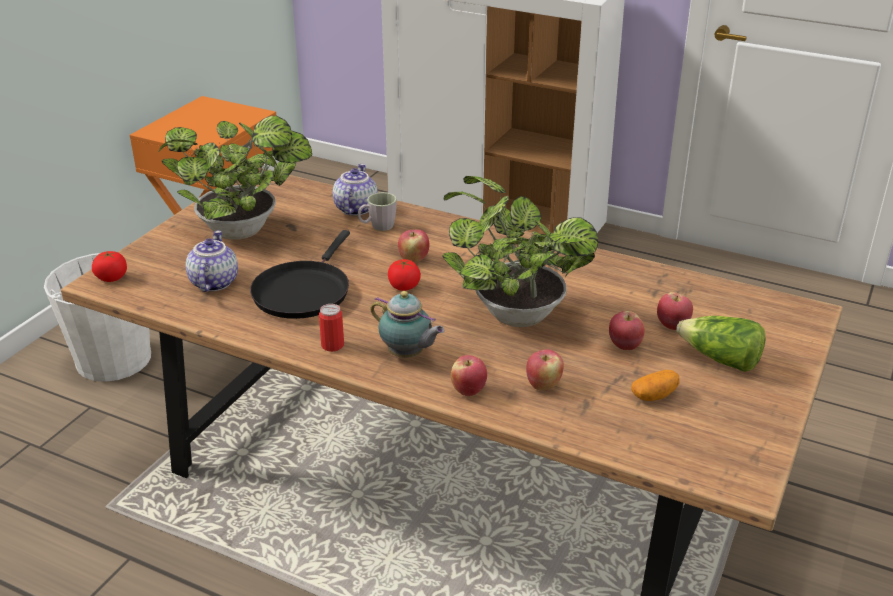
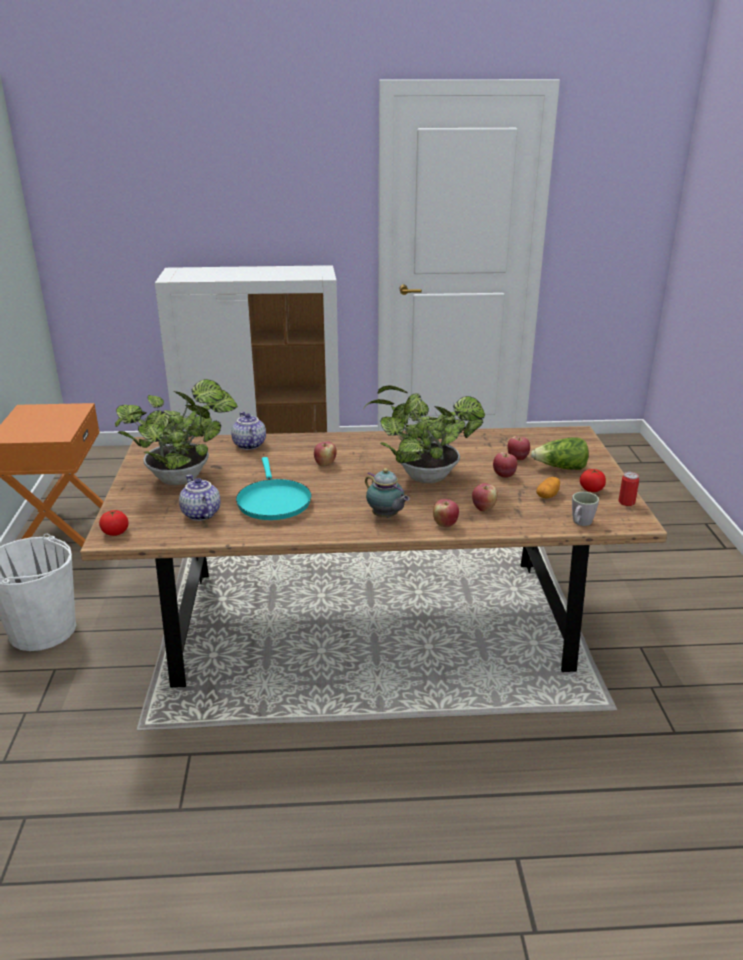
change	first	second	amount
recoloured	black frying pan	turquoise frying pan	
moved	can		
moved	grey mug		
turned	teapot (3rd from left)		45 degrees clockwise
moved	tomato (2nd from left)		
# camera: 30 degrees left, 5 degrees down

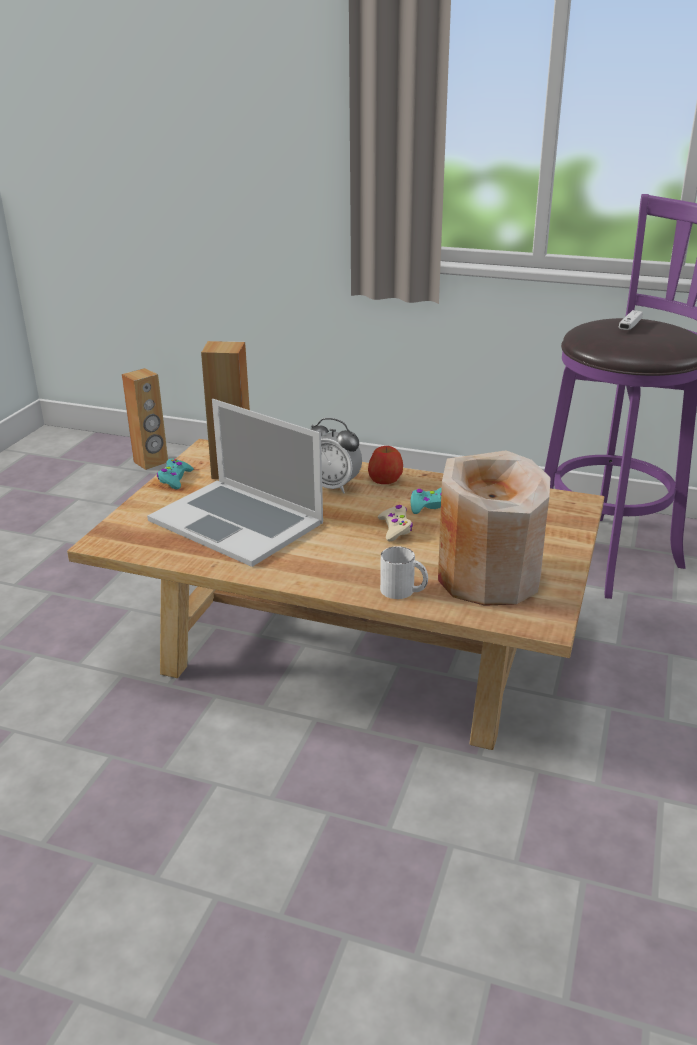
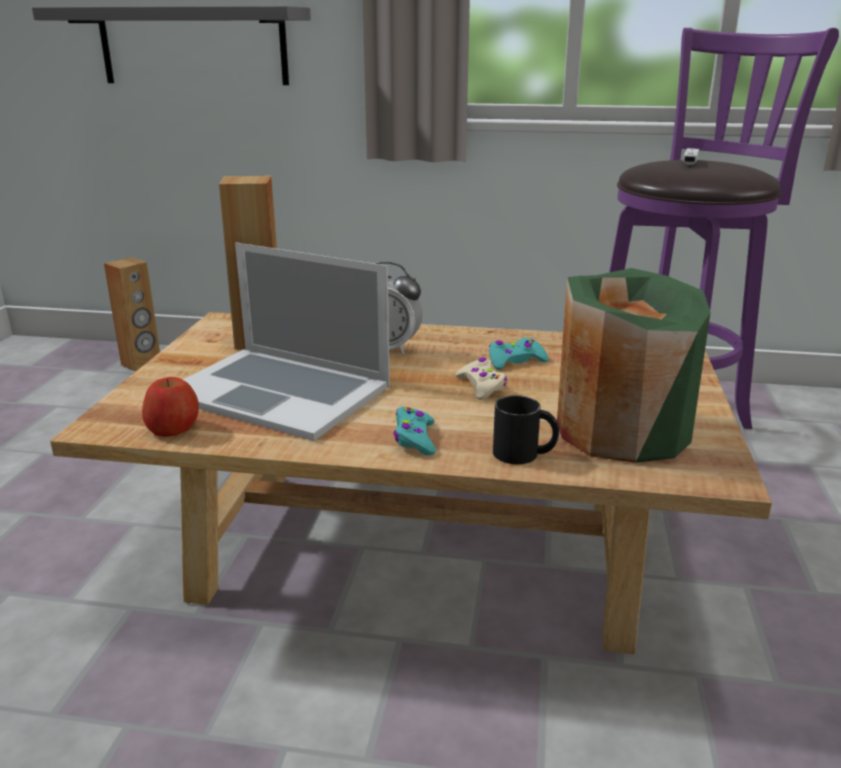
change	first	second	amount
moved	turquoise game controller (1st from left)		
moved	apple		
recoloured	white mug	black mug	
recoloured	beige vase	green vase	
added		grey shelf	
# camera: 10 degrees left, 5 degrees down

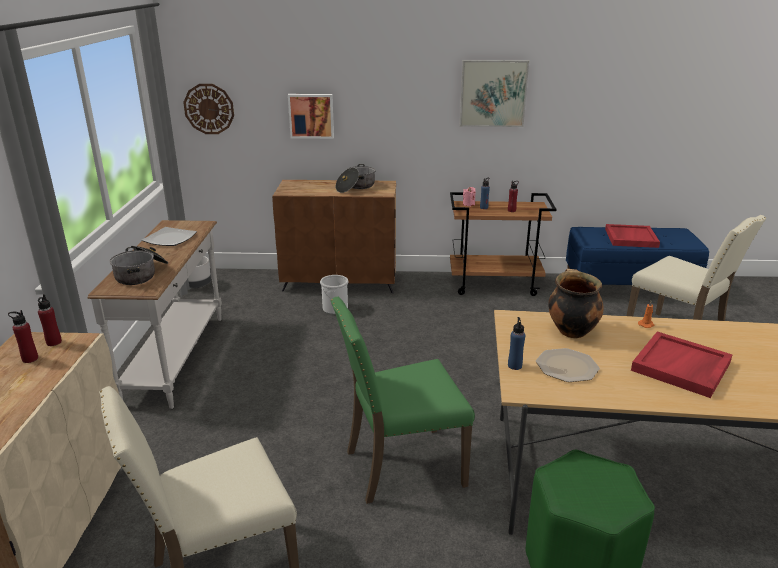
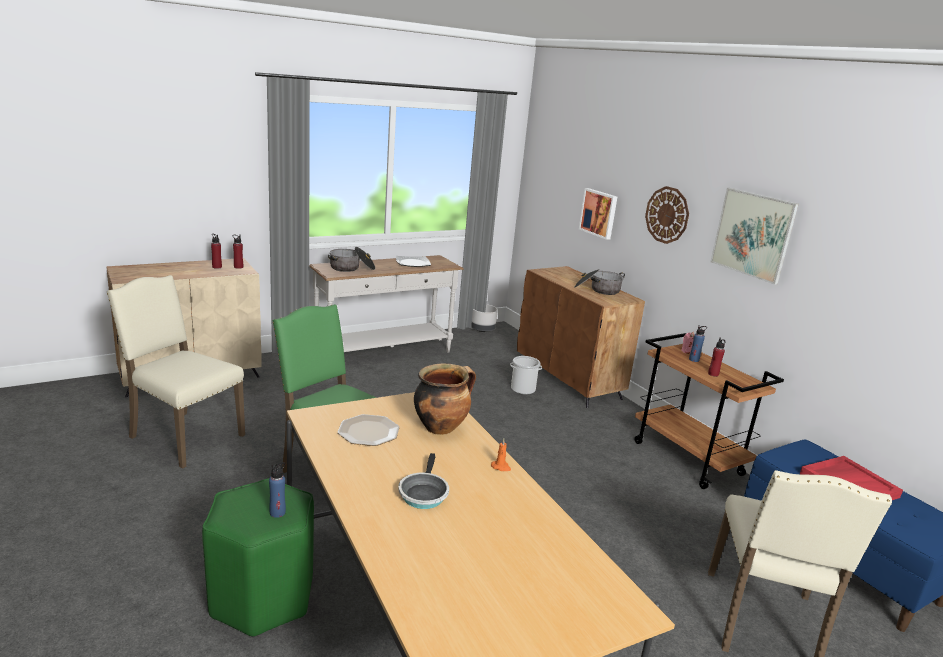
change	first	second	amount
moved	wall clock		
moved	blue bottle (2nd from left in the first image)	blue bottle (1st from left)	
replaced	red tray (2nd from left)	frying pan	
# camera: 55 degrees right, 5 degrees down

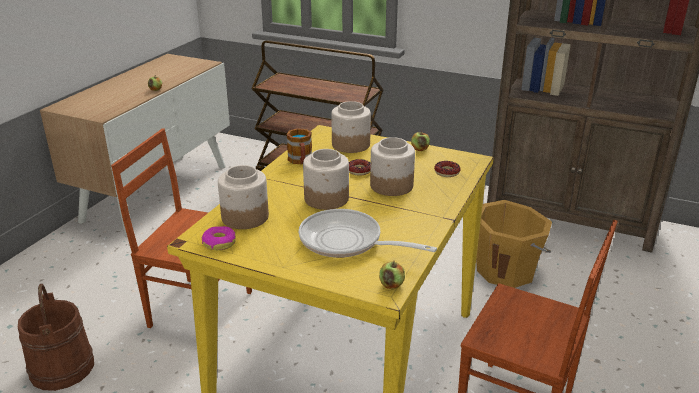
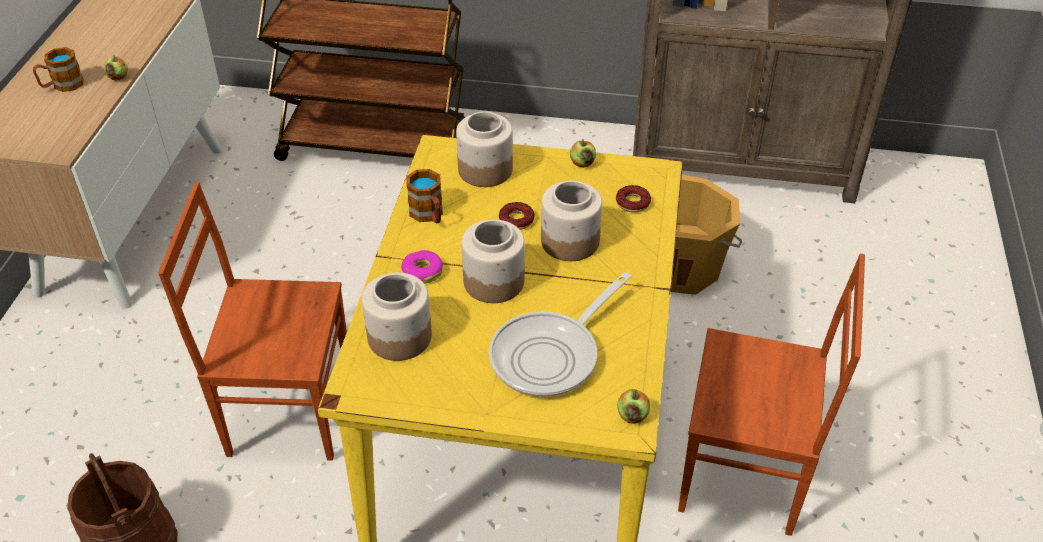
change	first	second	amount
moved	donut (1st from left)		
turned	frying pan		60 degrees counterclockwise
added		mug (1st from left)	
# camera: 15 degrees left, 15 degrees up

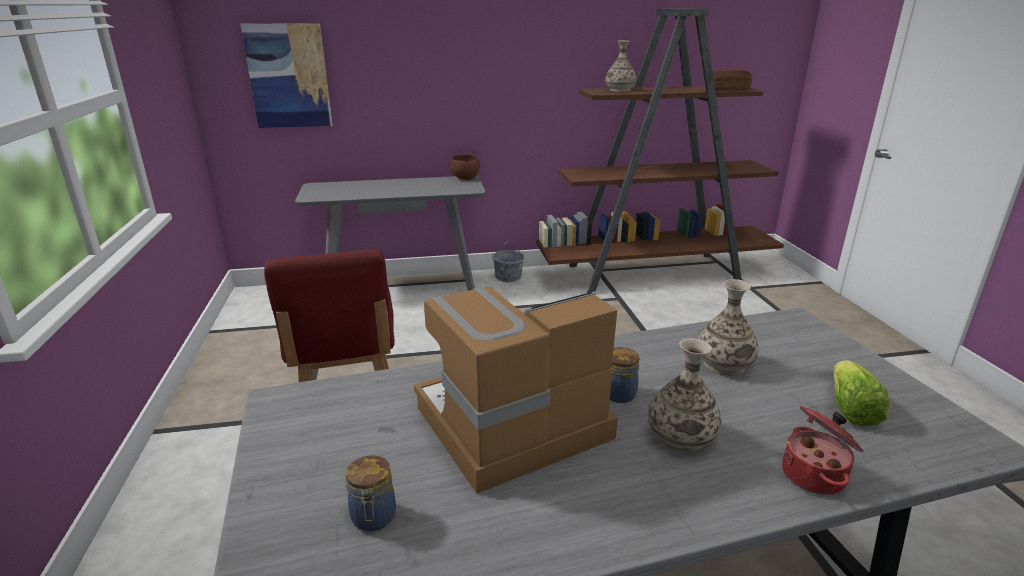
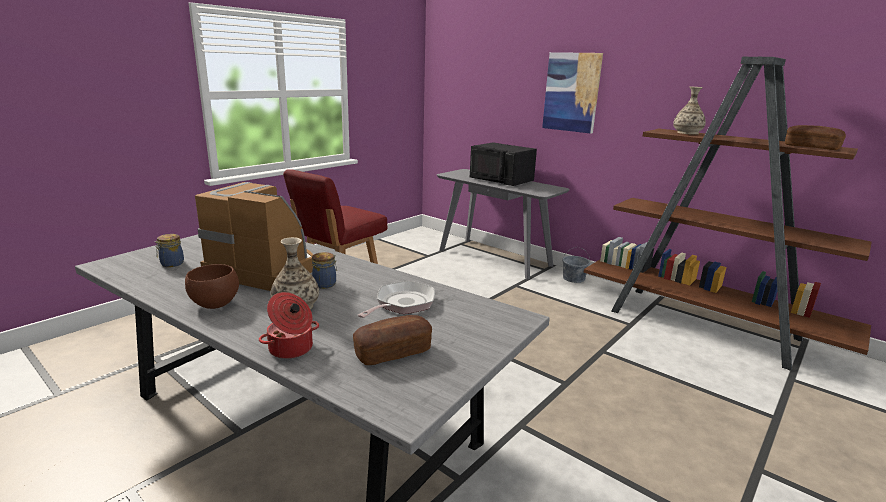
change	first	second	amount
moved	picture		
moved	brown bowl		
replaced	vase (3rd from left)	frying pan	
replaced	lettuce	bread (1st from left)	
added		black microwave	
# camera: 50 degrees right, 5 degrees down

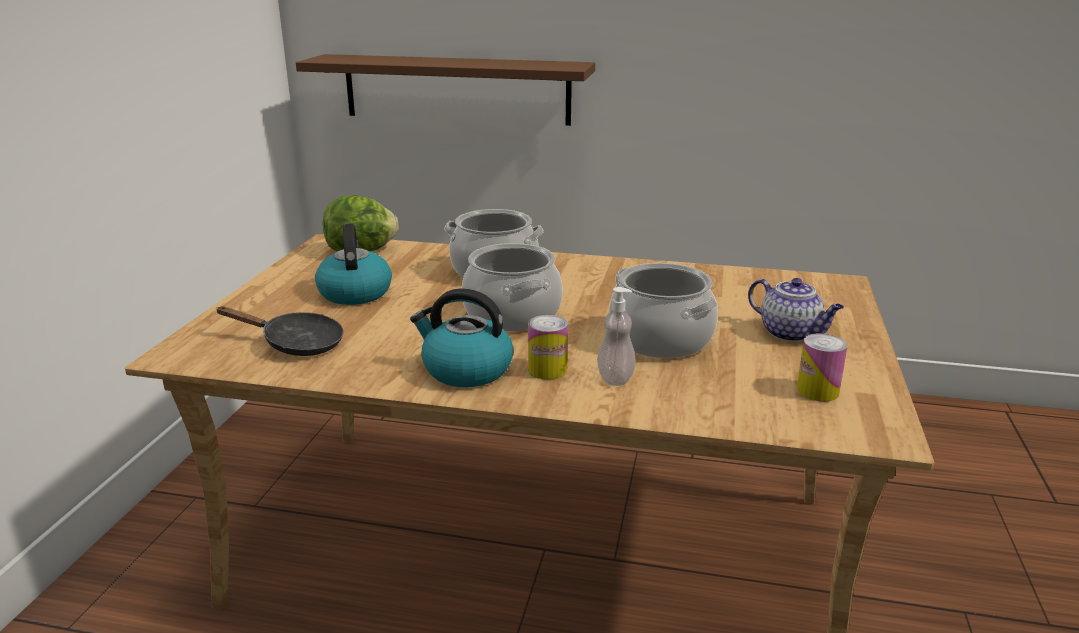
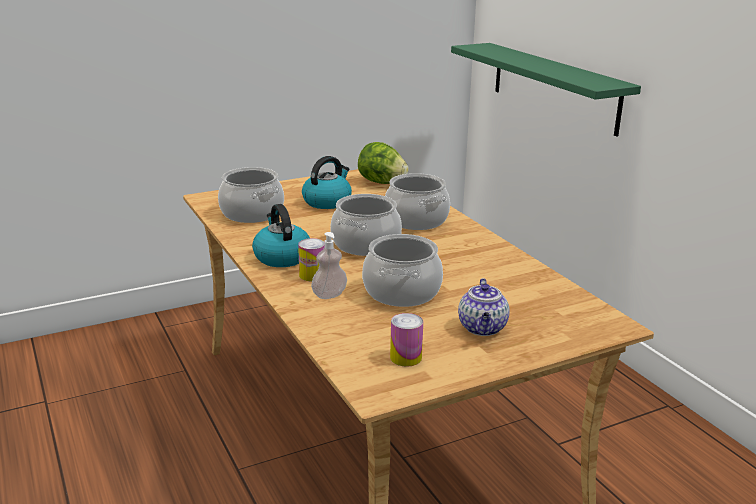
change	first	second	amount
replaced	black frying pan	cooking pot (1st from left)	
recoloured	brown shelf	green shelf	
# camera: 50 degrees right, 0 degrees up

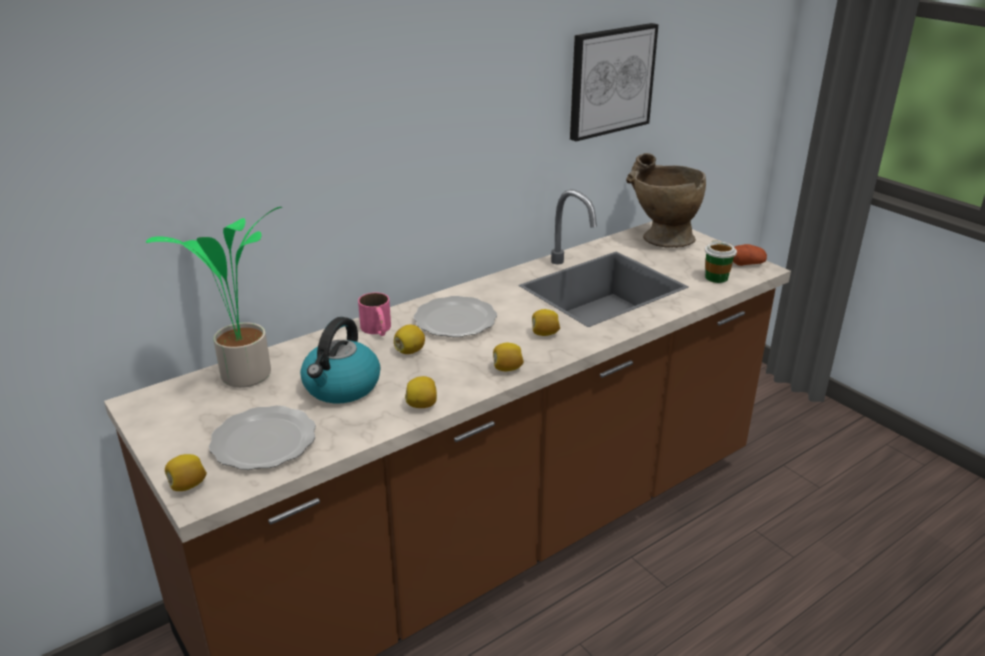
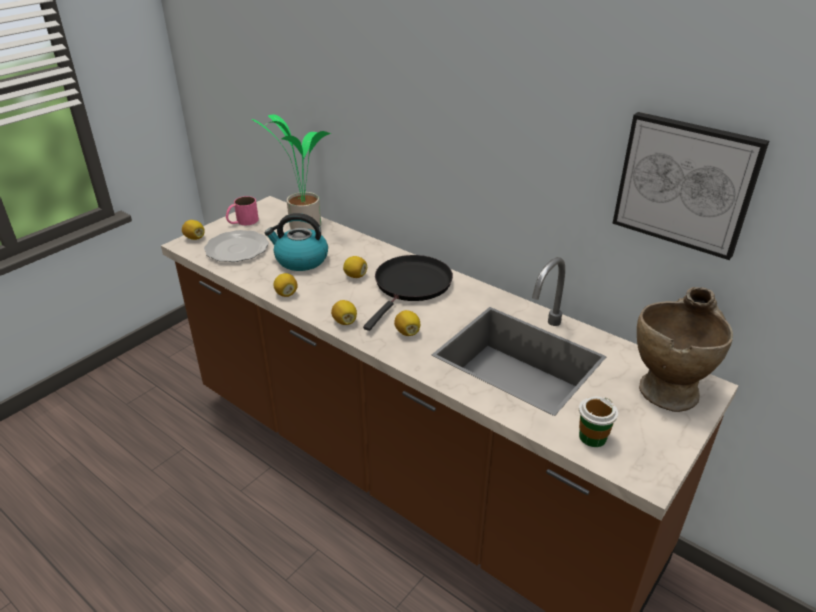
change	first	second	amount
moved	pink mug		
replaced	plate (2nd from left)	black frying pan	
removed	potato		
# camera: 75 degrees right, 5 degrees up

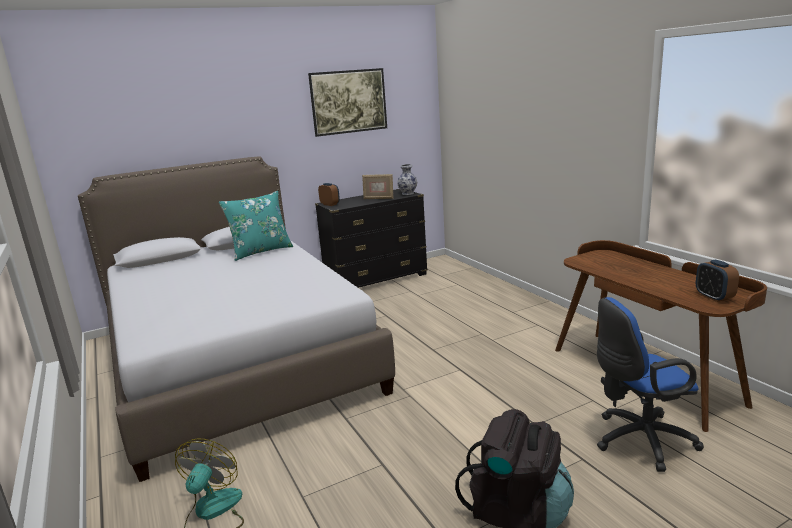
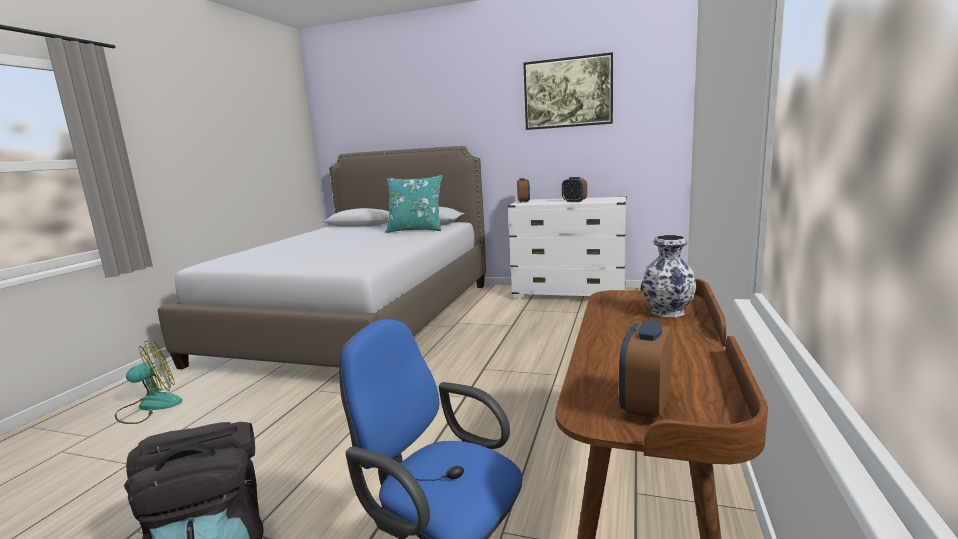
change	first	second	amount
recoloured	black dresser	white dresser	
replaced	picture frame	alarm clock (2nd from left)	
moved	vase		
# camera: 45 degrees right, 5 degrees down

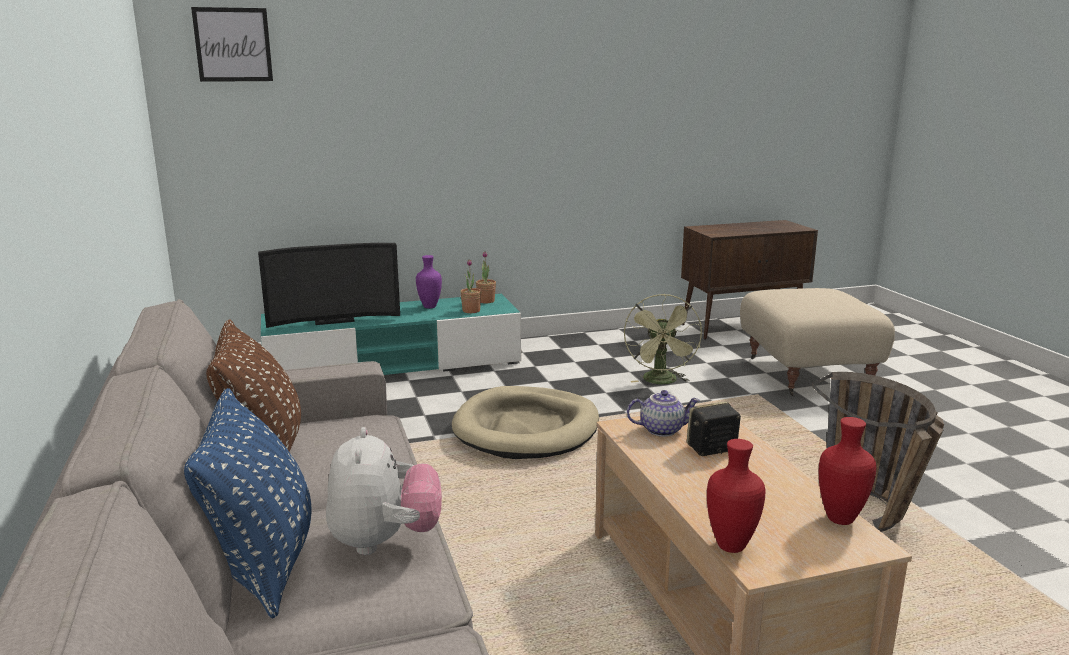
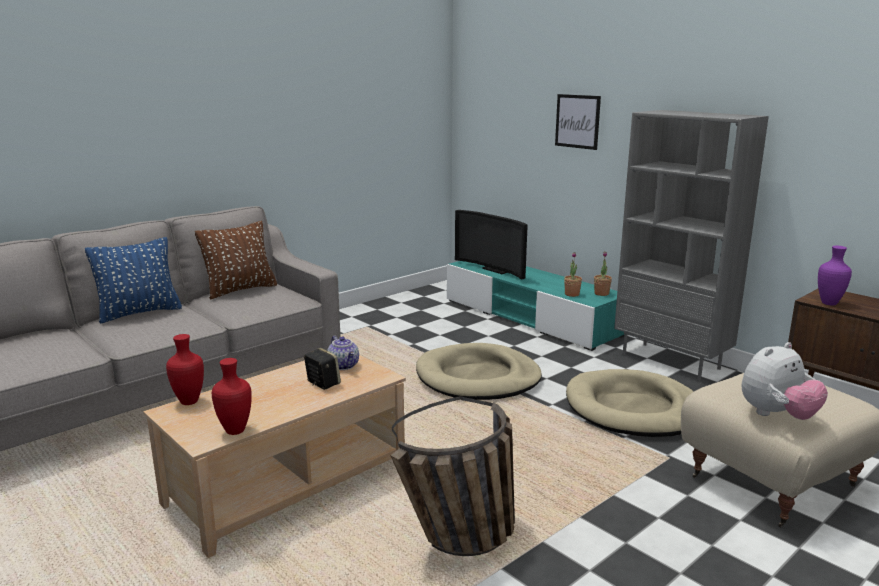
change	first	second	amount
moved	picture		
moved	plush toy		
moved	purple vase		
replaced	green fan	beige dog bed (2nd from left)	
added		grey bookcase	
# camera: 65 degrees right, 0 degrees up

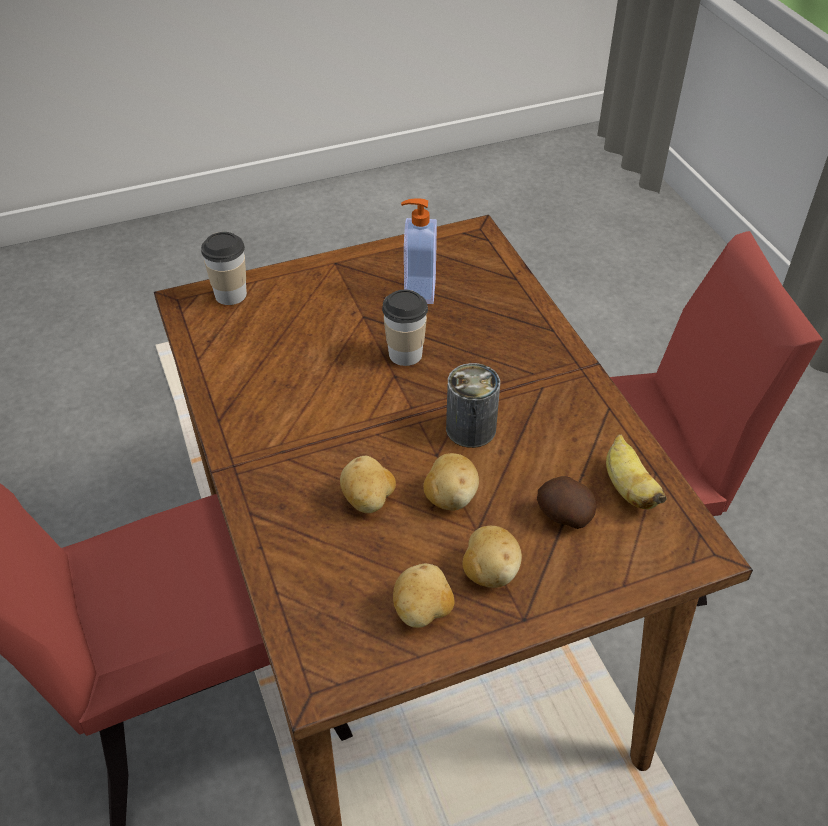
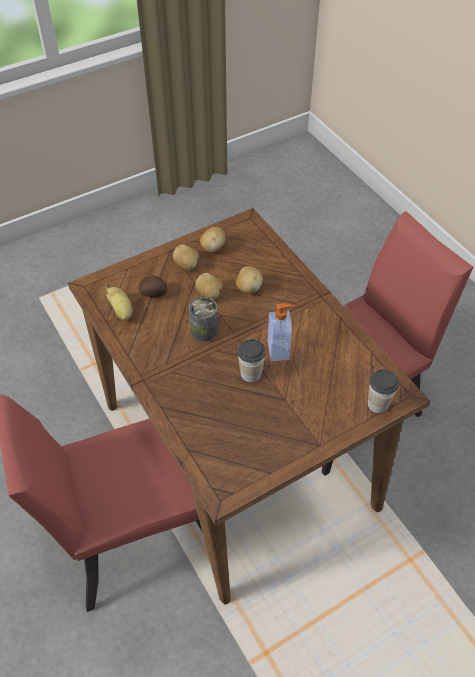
change	first	second	amount
moved	soap dispenser		
# camera: 170 degrees right, 5 degrees up

